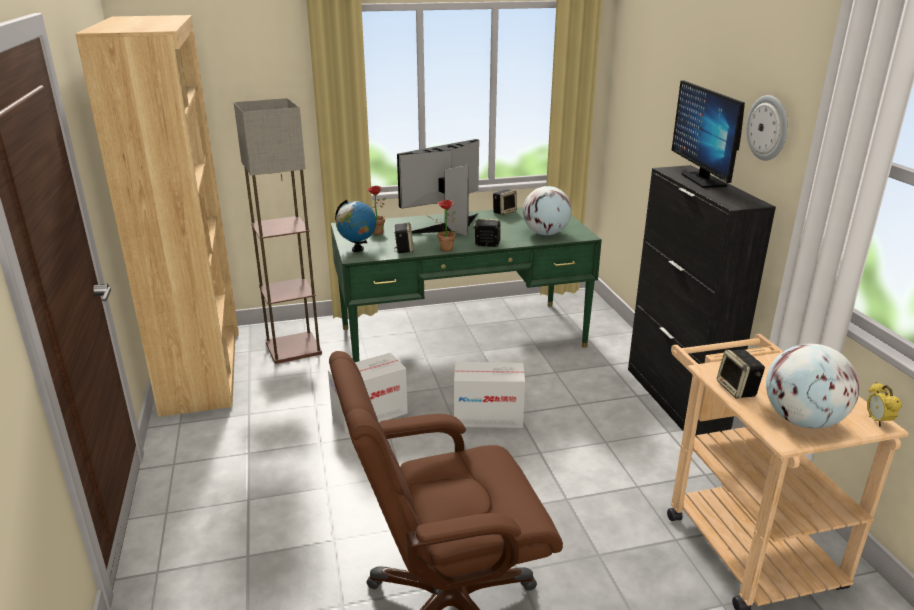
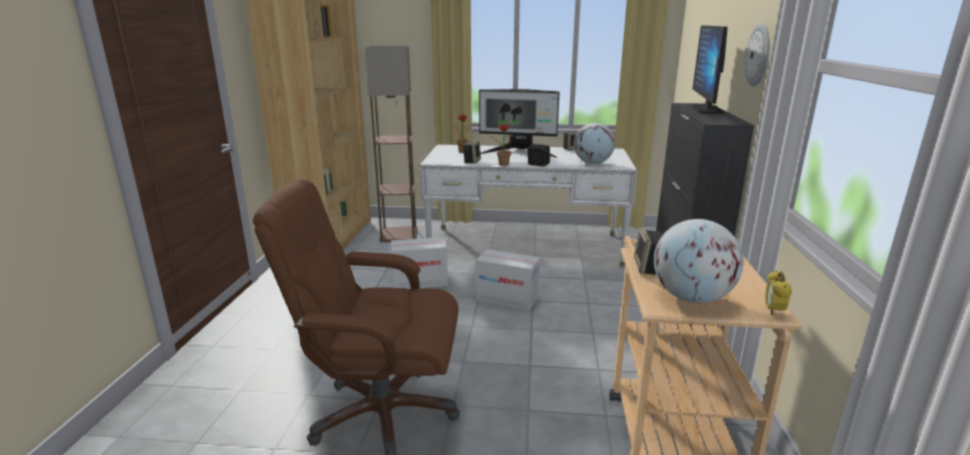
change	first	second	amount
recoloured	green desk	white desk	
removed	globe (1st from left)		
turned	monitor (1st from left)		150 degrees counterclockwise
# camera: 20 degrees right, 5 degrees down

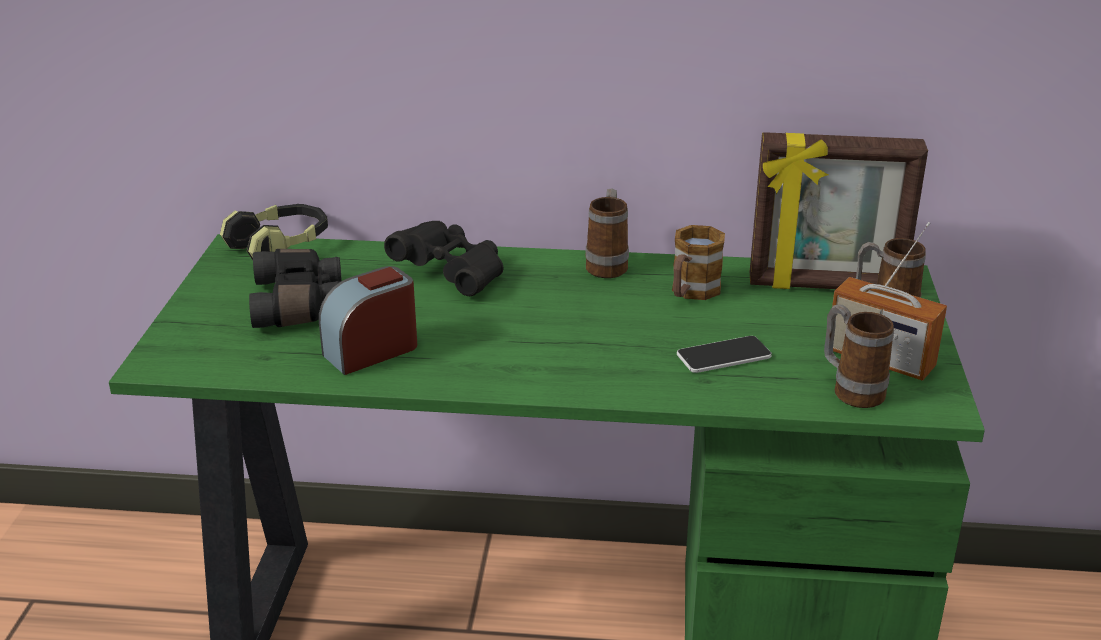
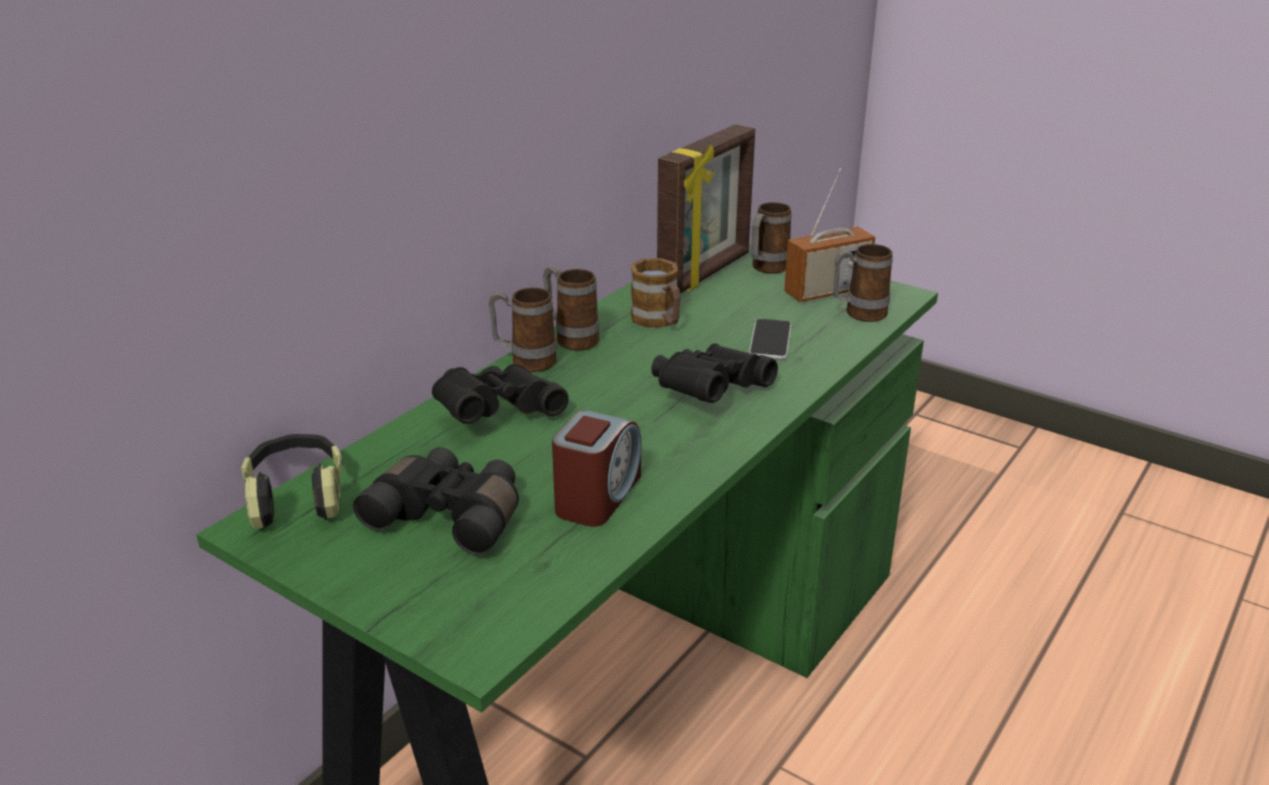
change	first	second	amount
turned	alarm clock		150 degrees counterclockwise
added		mug (1st from left)	
added		black binoculars (3rd from left)	
# camera: 60 degrees left, 0 degrees up

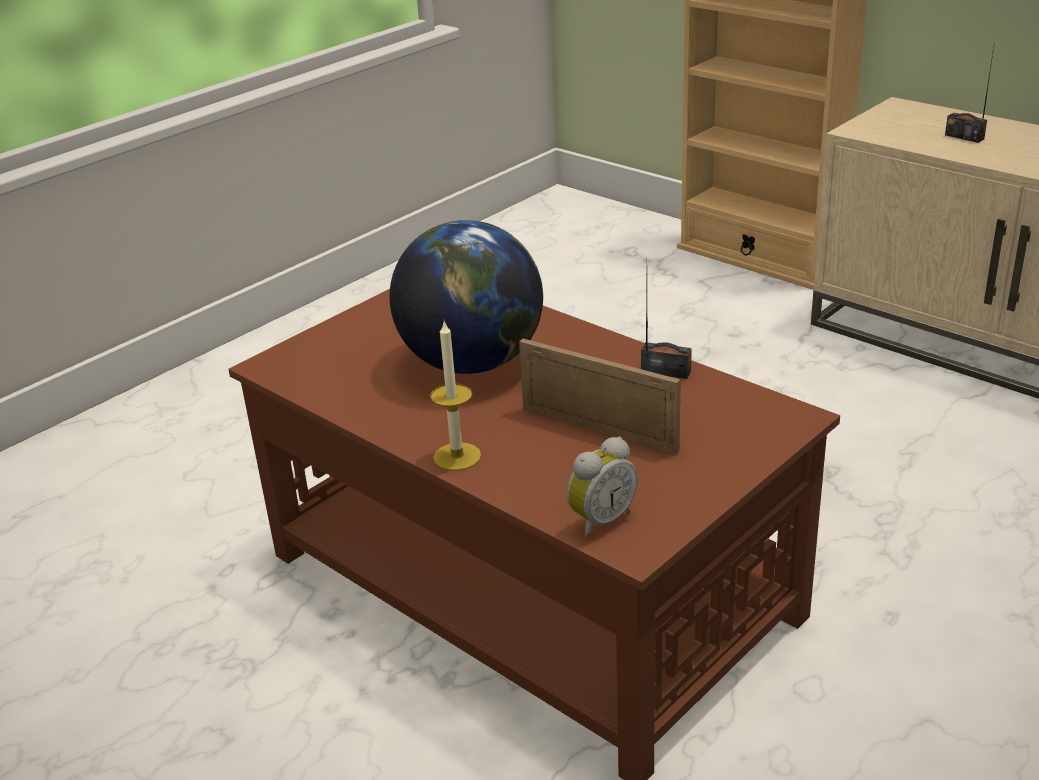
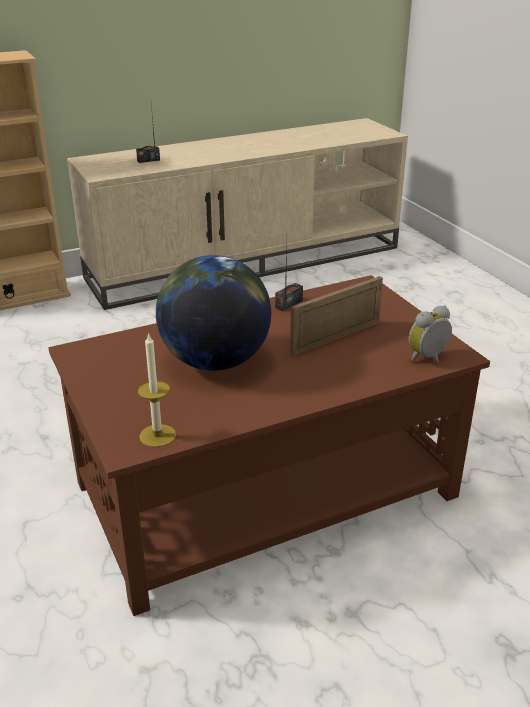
change	first	second	amount
moved	candle		
turned	alarm clock		105 degrees counterclockwise
# camera: 70 degrees left, 0 degrees up

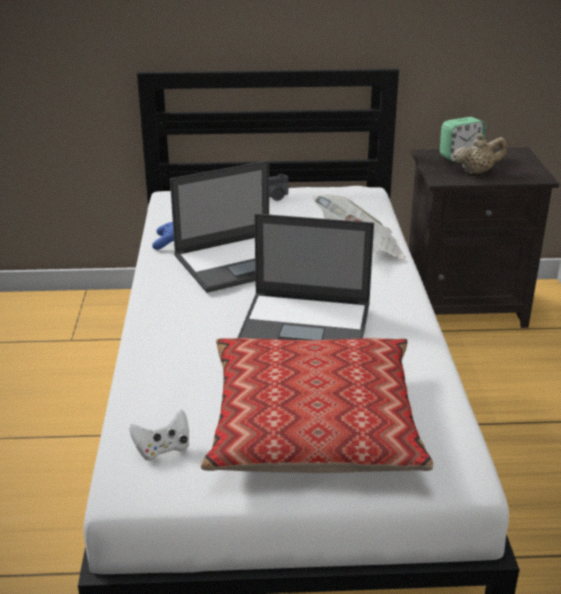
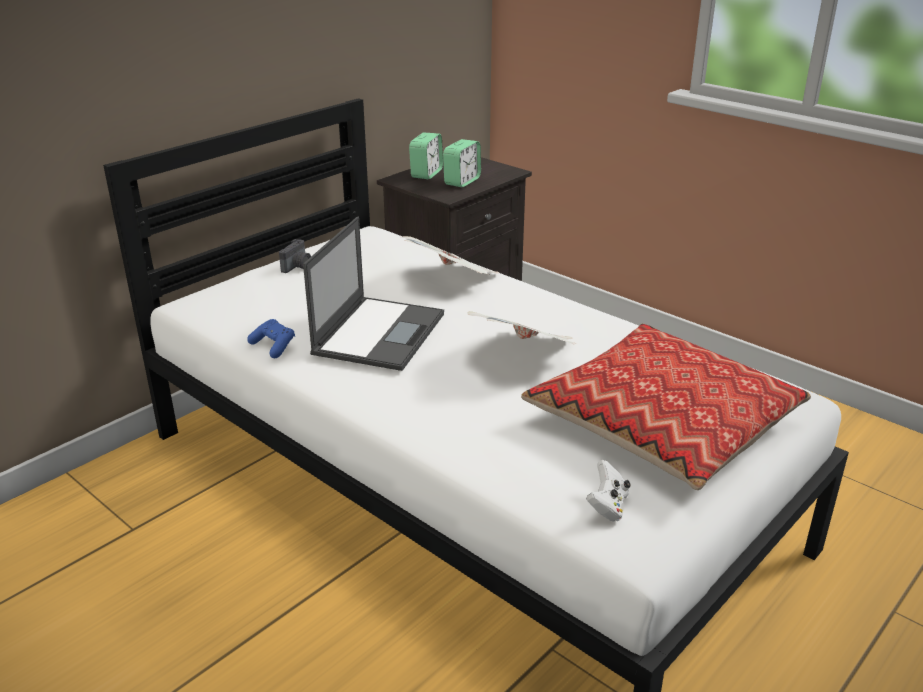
change	first	second	amount
replaced	laptop (2nd from left)	newspaper (2nd from left)	
replaced	beige teapot	alarm clock (2nd from left)	
# camera: 45 degrees left, 0 degrees up

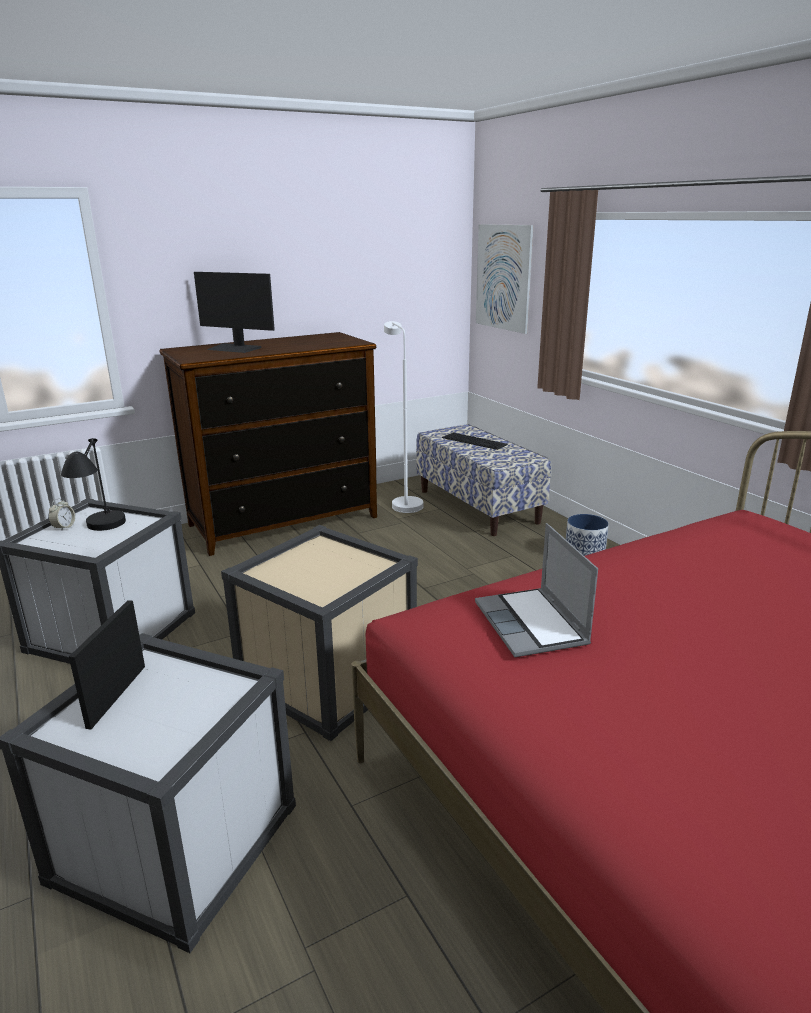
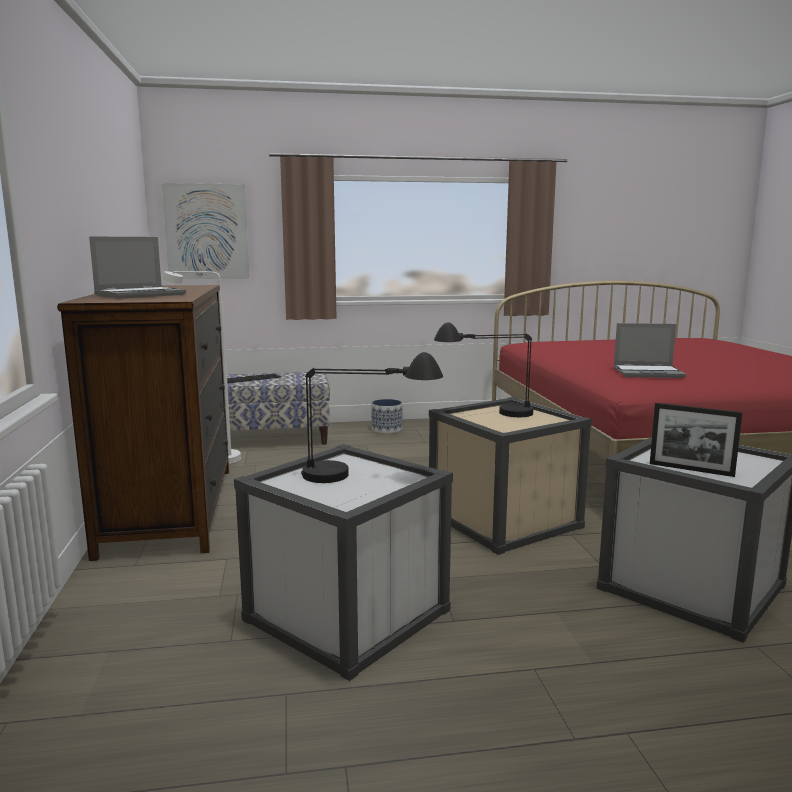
change	first	second	amount
removed	alarm clock		
replaced	monitor	laptop (1st from left)	
added		black table lamp (2nd from left)	
# camera: 70 degrees left, 10 degrees down

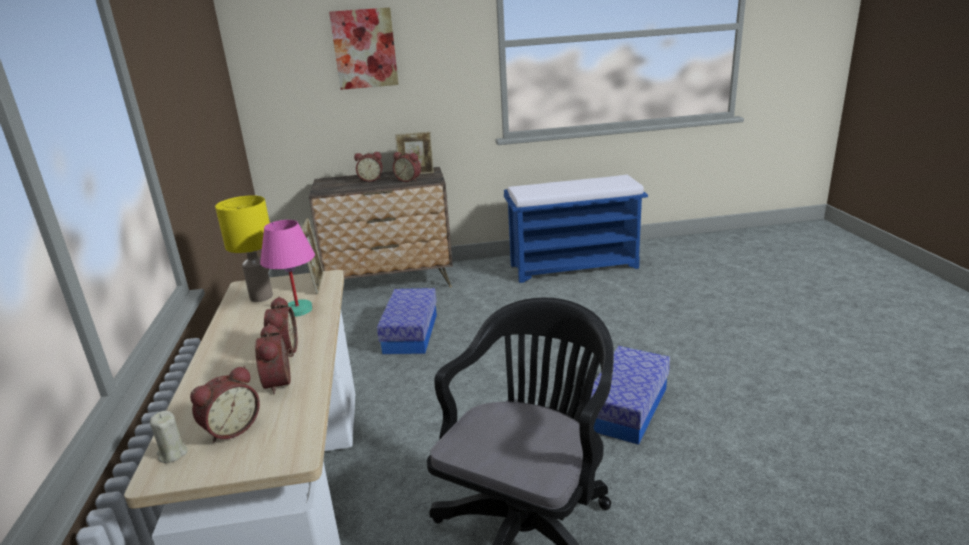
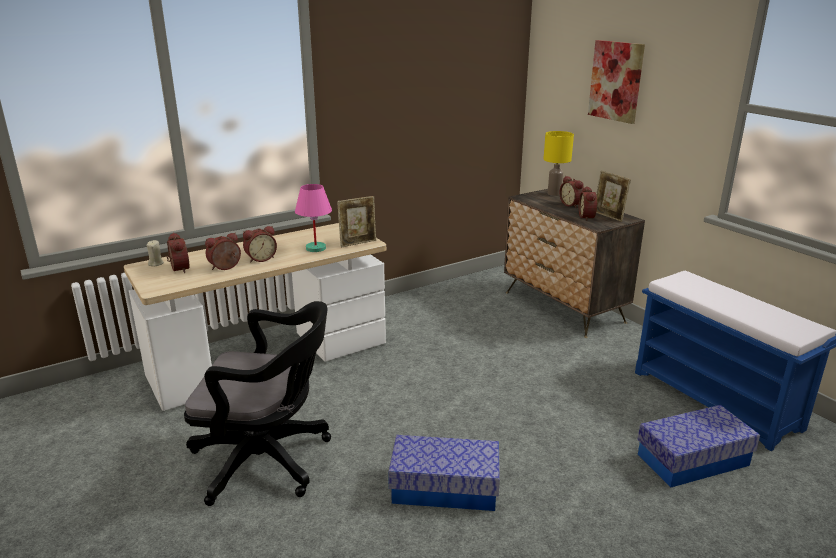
change	first	second	amount
turned	alarm clock (1st from left)		135 degrees counterclockwise
moved	yellow table lamp		
moved	storage box (1st from left in the first image)	storage box (2nd from left)	
# camera: 65 degrees right, 0 degrees up

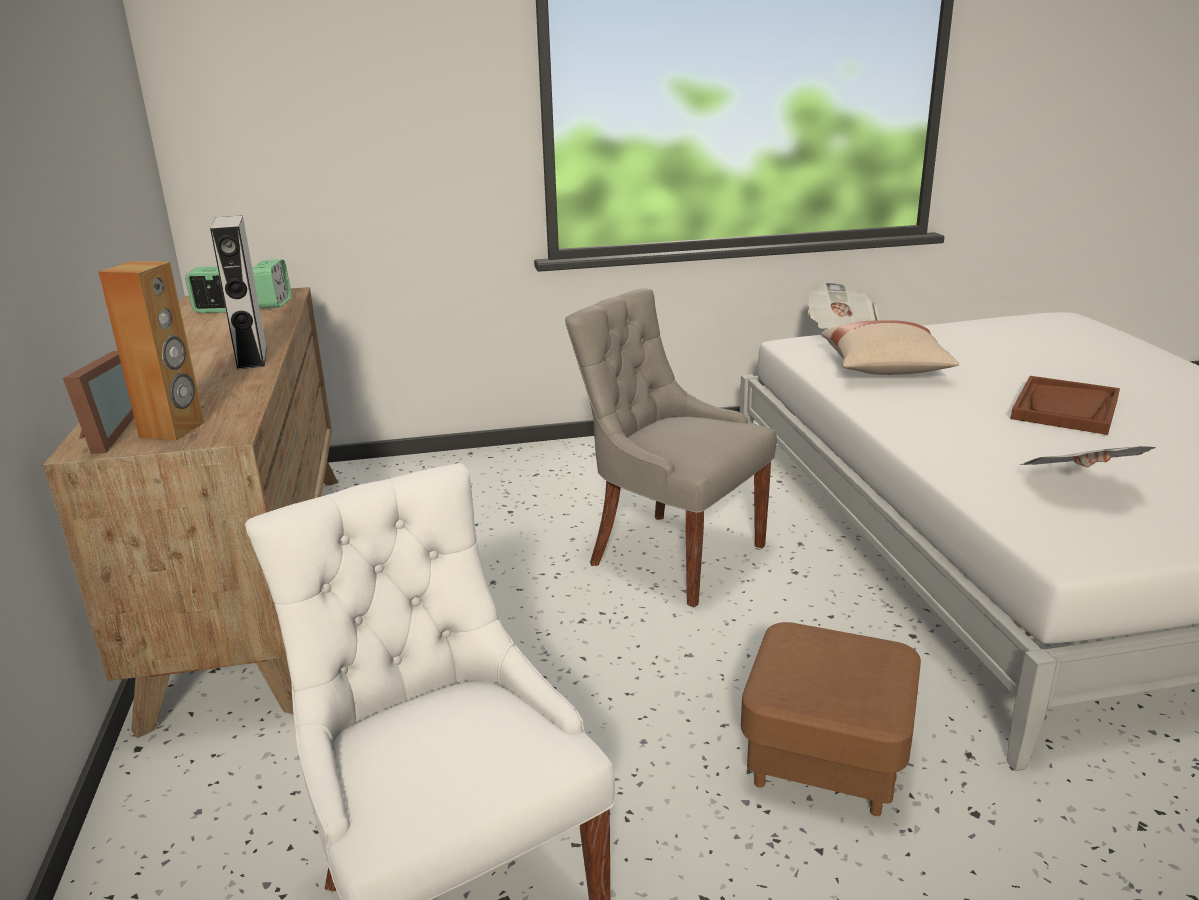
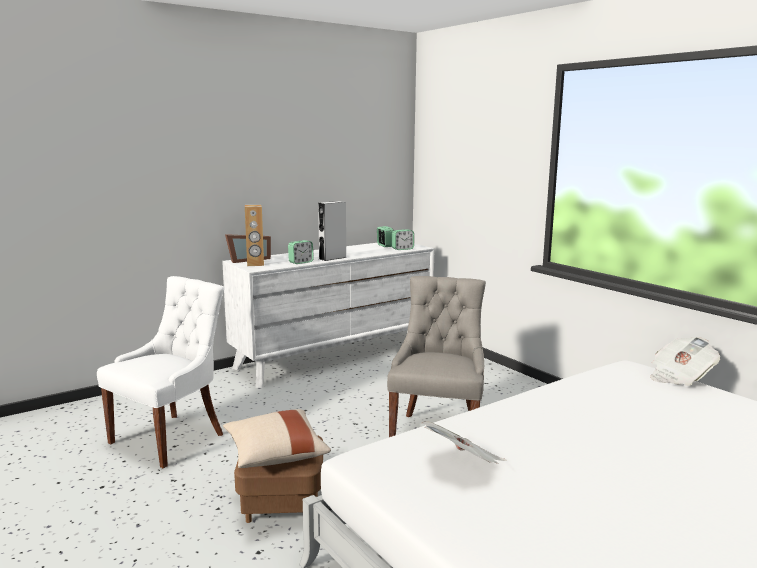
change	first	second	amount
recoloured	brown dresser	white dresser	
moved	beige pillow		
removed	brown tray		
added		alarm clock (1st from left)	
# camera: 65 degrees right, 10 degrees down

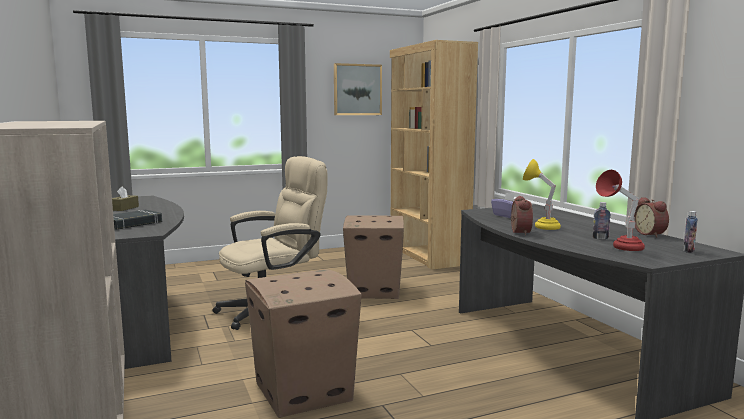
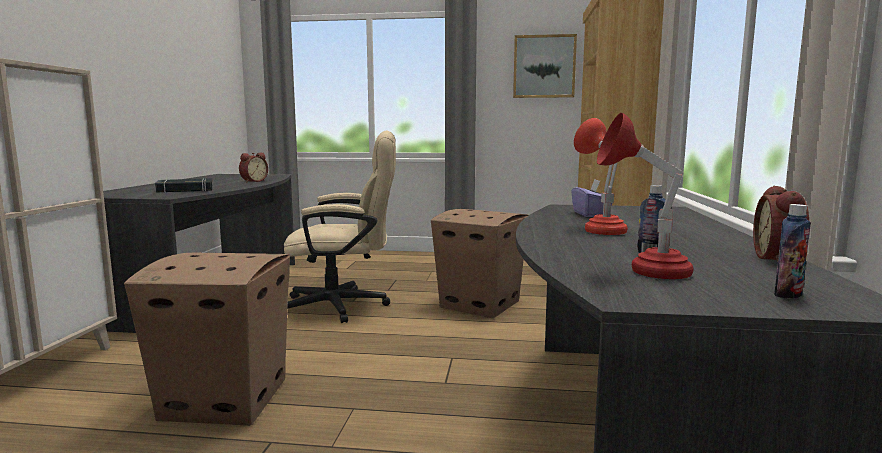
change	first	second	amount
removed	brown tissue box		
moved	alarm clock (1st from left)		
recoloured	yellow table lamp	red table lamp (1st from left)	
# camera: 30 degrees right, 0 degrees up

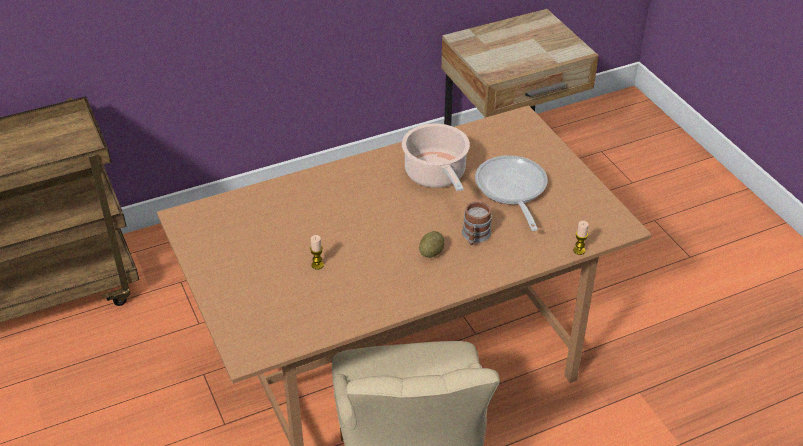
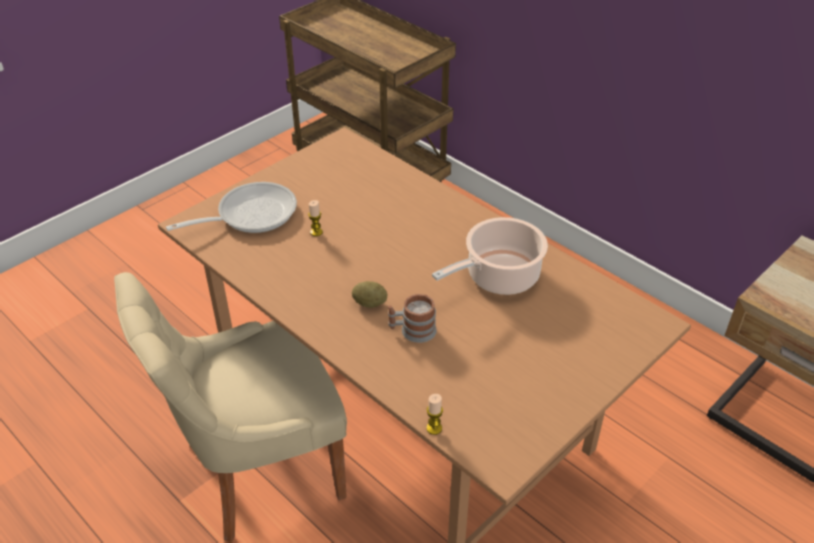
change	first	second	amount
moved	frying pan		
# camera: 70 degrees right, 0 degrees up

